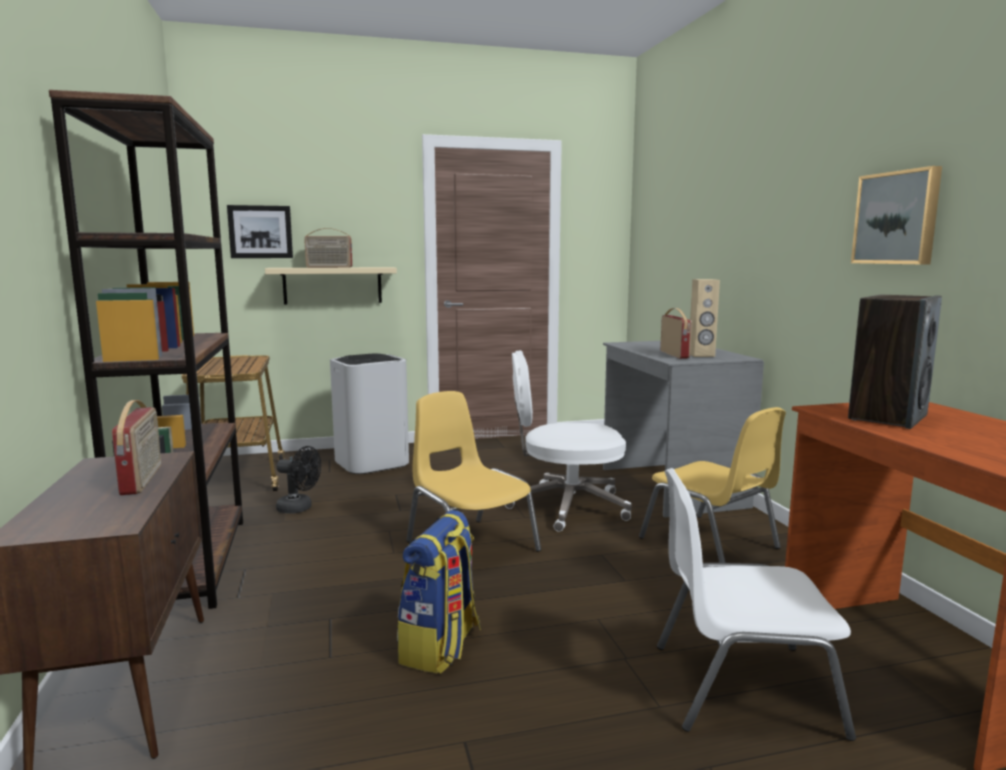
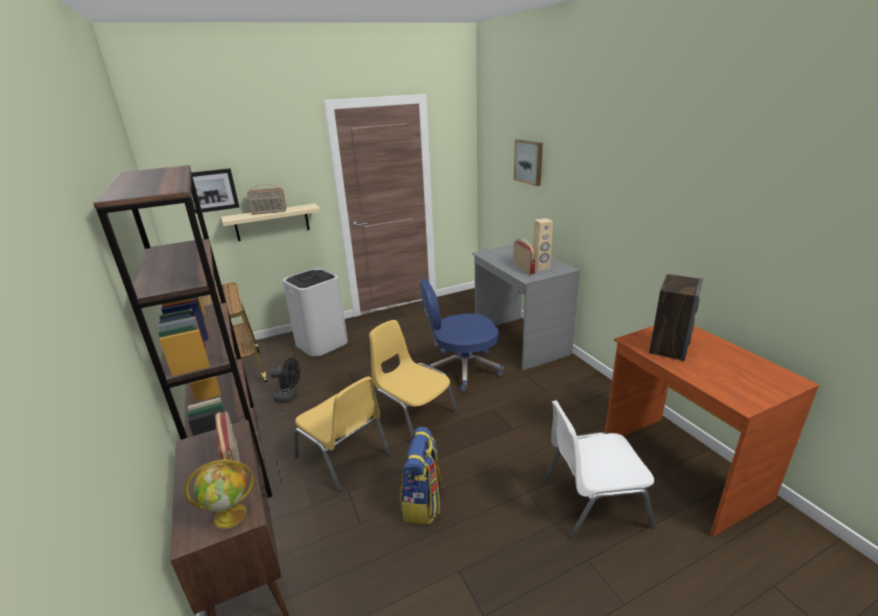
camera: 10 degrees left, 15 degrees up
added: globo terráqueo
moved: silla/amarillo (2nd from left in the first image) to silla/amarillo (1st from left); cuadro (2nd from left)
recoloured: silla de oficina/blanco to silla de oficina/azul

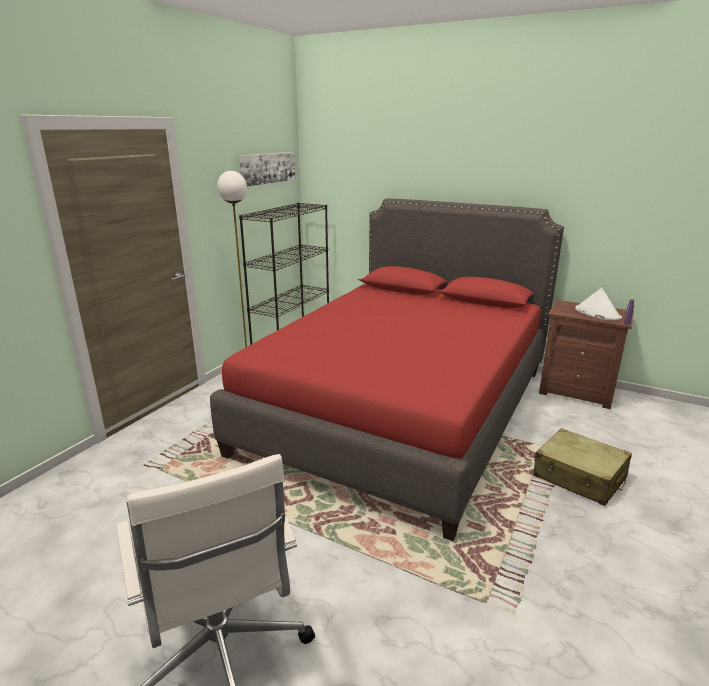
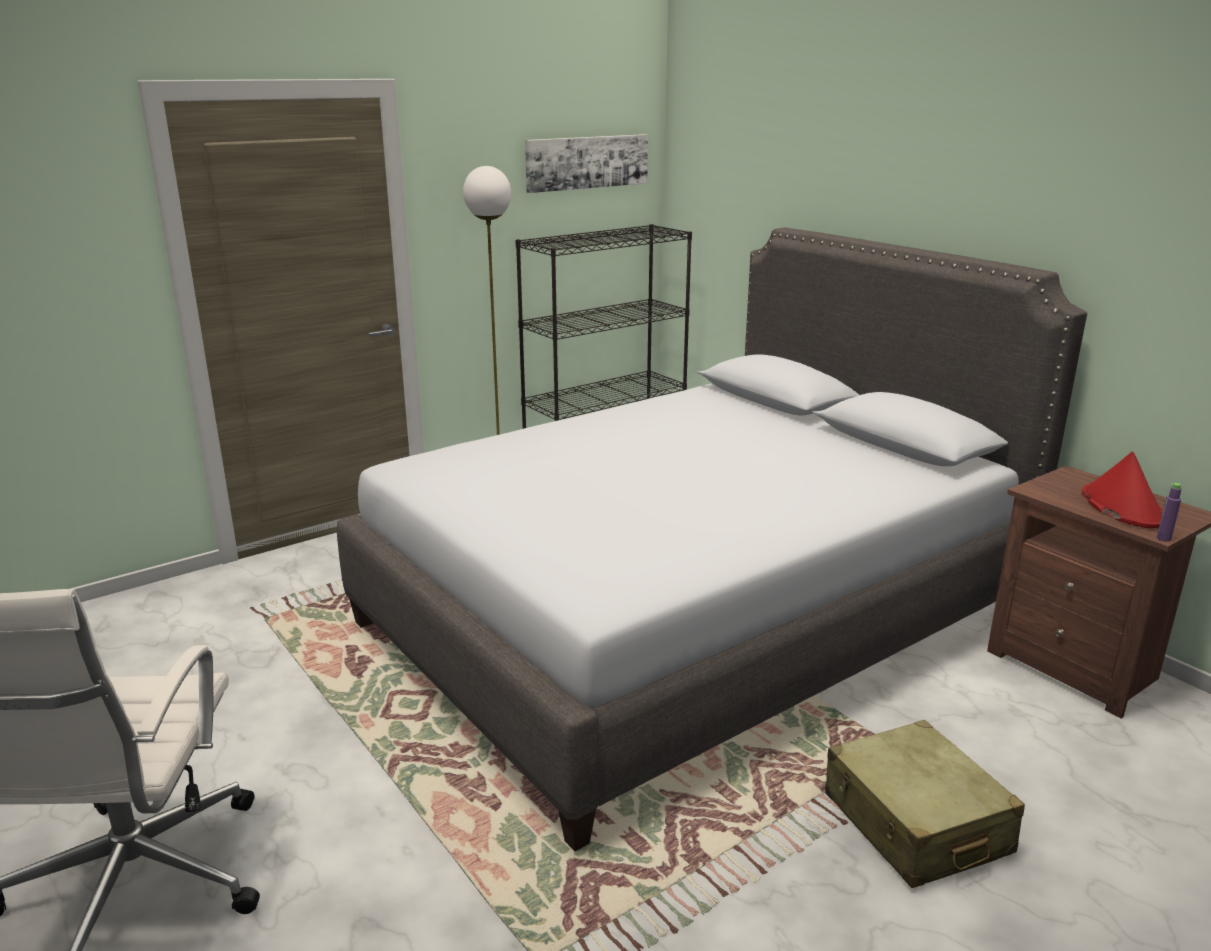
camera: 25 degrees right, 0 degrees up
recoloured: cama/rojo to cama/gris; sombrero/blanco to sombrero/rojo

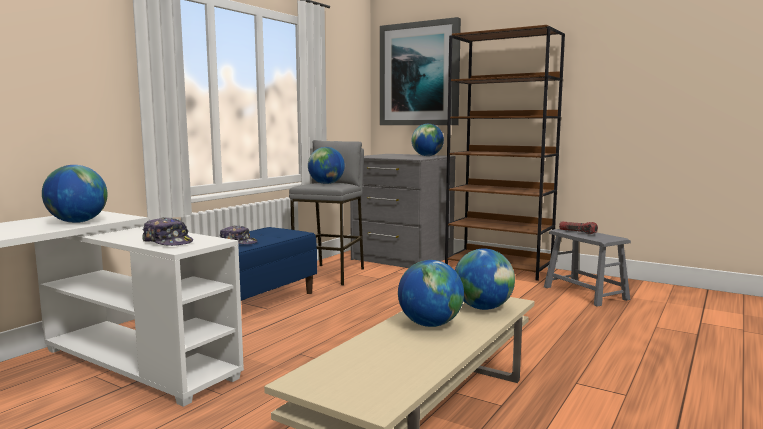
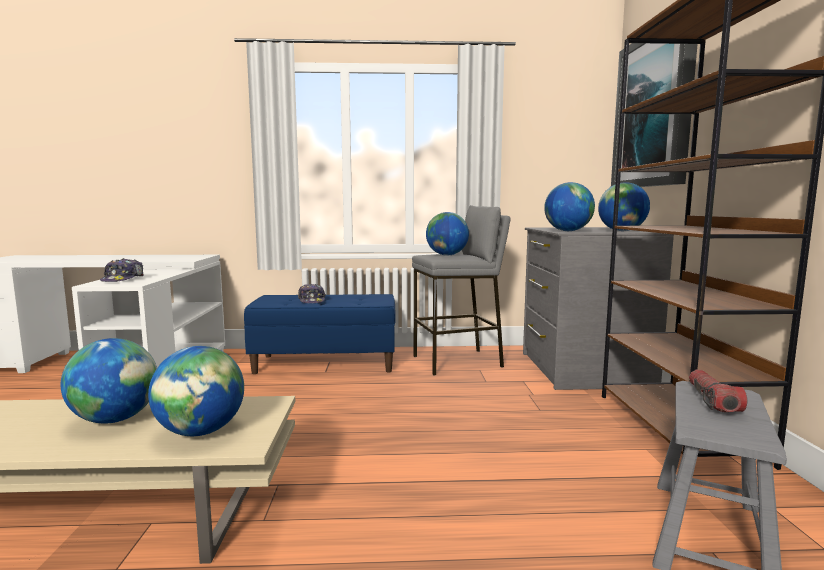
camera: 55 degrees right, 0 degrees up
moved: globo terráqueo (1st from left in the first image) to globo terráqueo (4th from left)

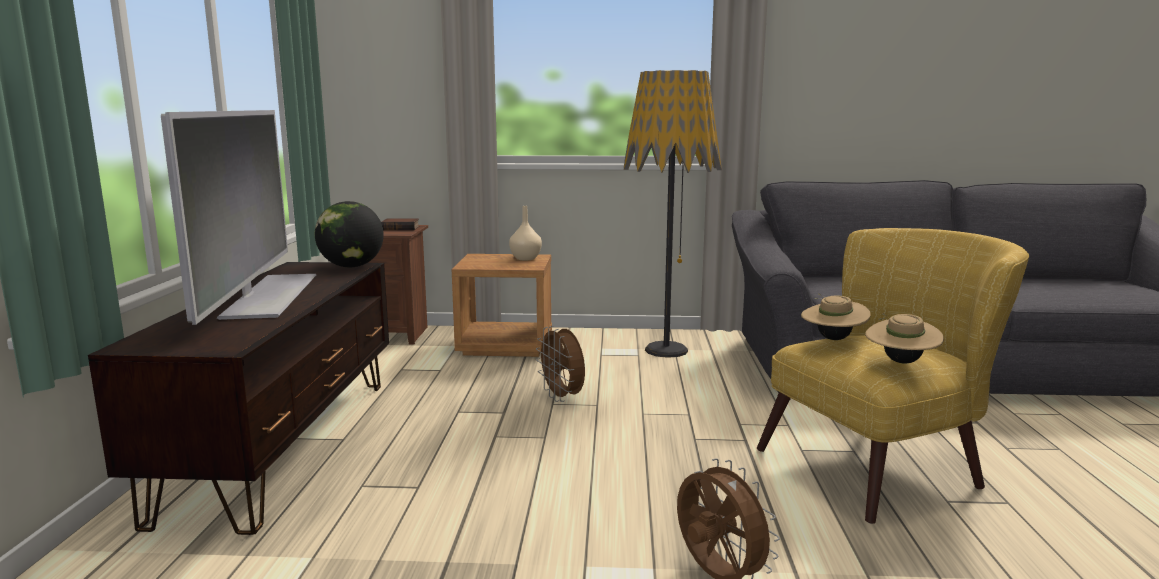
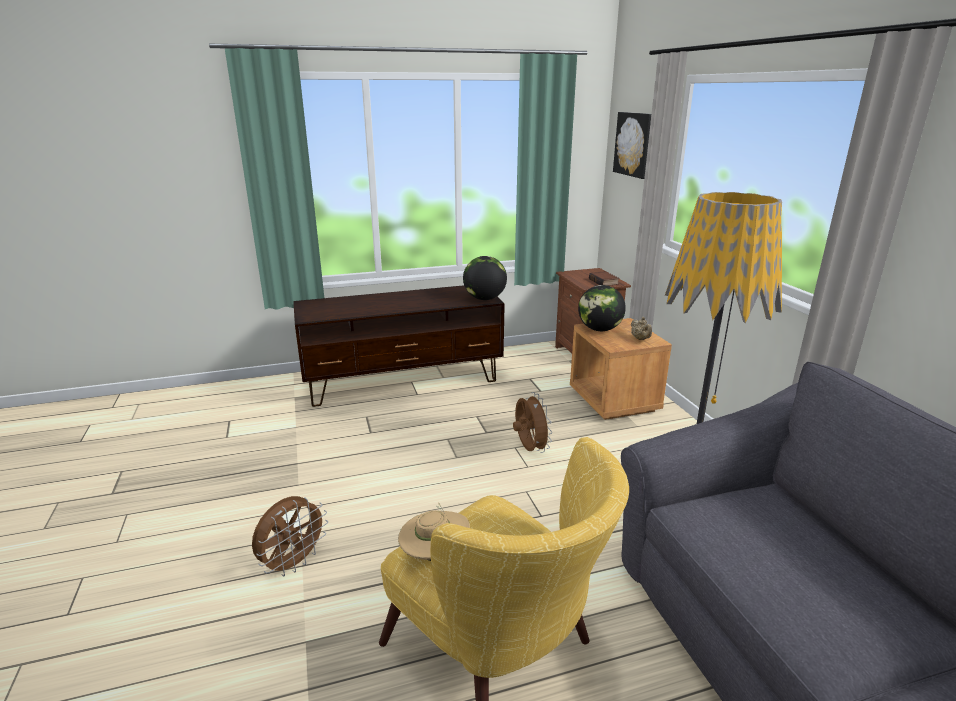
camera: 70 degrees right, 10 degrees up
removed: televisor; sombrero/beis (1st from left)
added: globo terráqueo (2nd from left); cuadro
replaced: florero/beis to tetera/beis
turned: ventilador/marrón (1st from left in the first image) 120 degrees clockwise

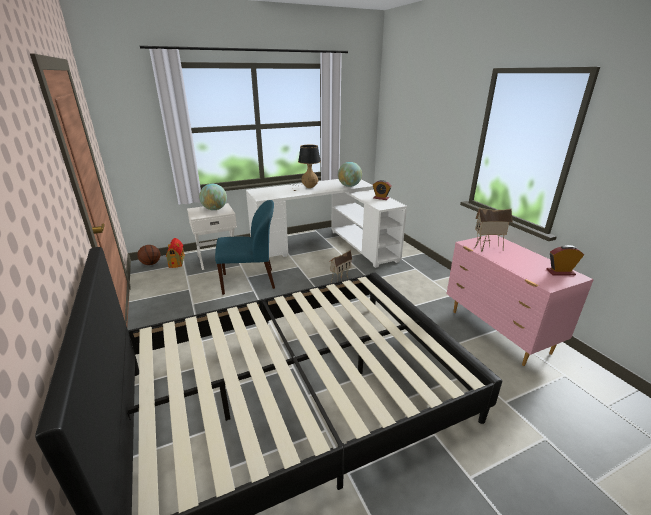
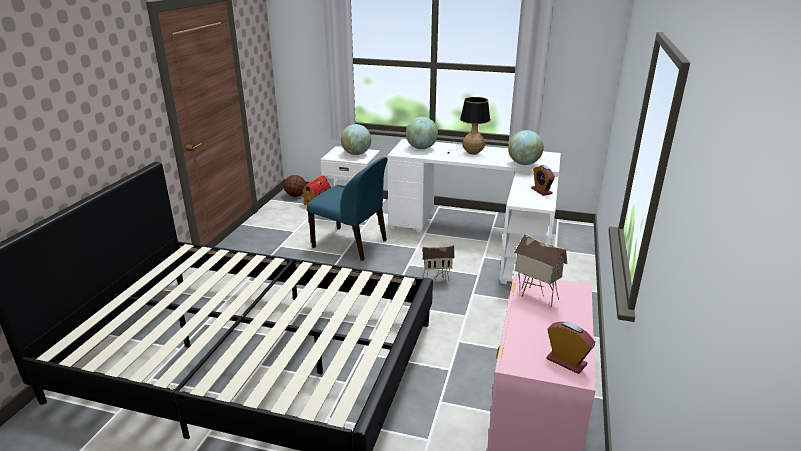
camera: 40 degrees right, 0 degrees up
added: globo terráqueo (2nd from left)

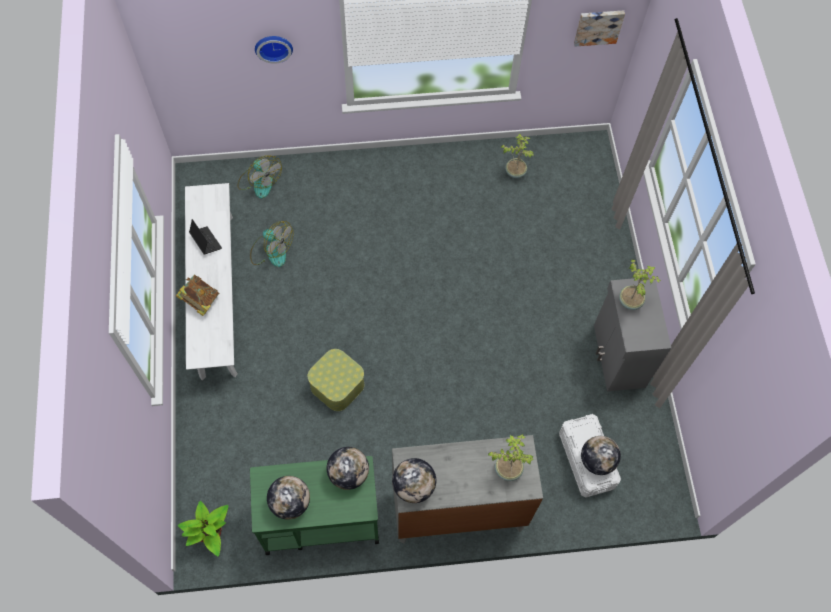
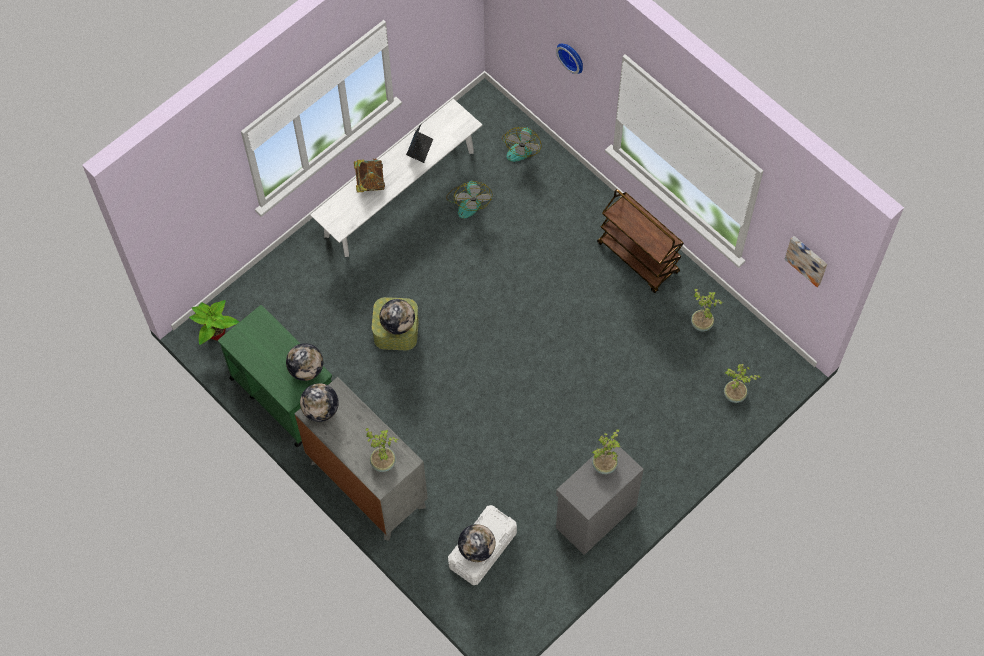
camera: 55 degrees right, 0 degrees up
added: carrito/marrón; planta en maceta (5th from left)
moved: globo terráqueo (1st from left in the first image) to globo terráqueo (3rd from left)

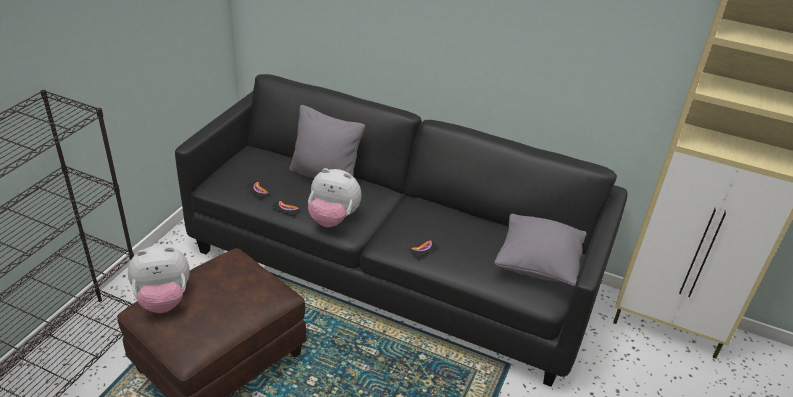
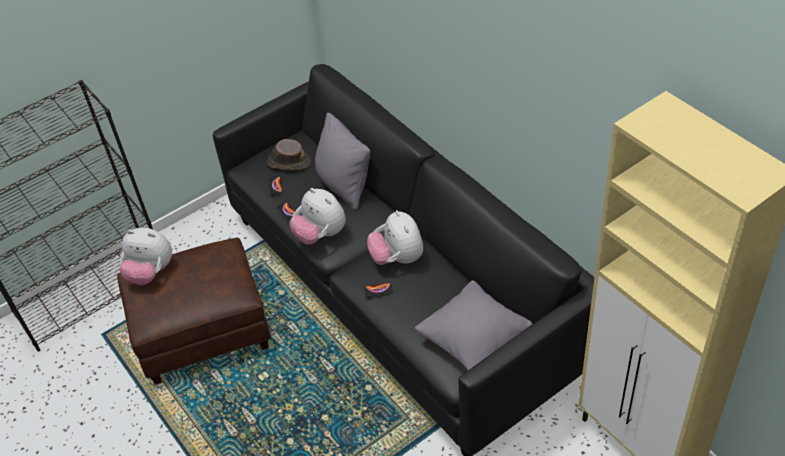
camera: 35 degrees right, 10 degrees up
added: sombrero/marrón; peluche (3rd from left)

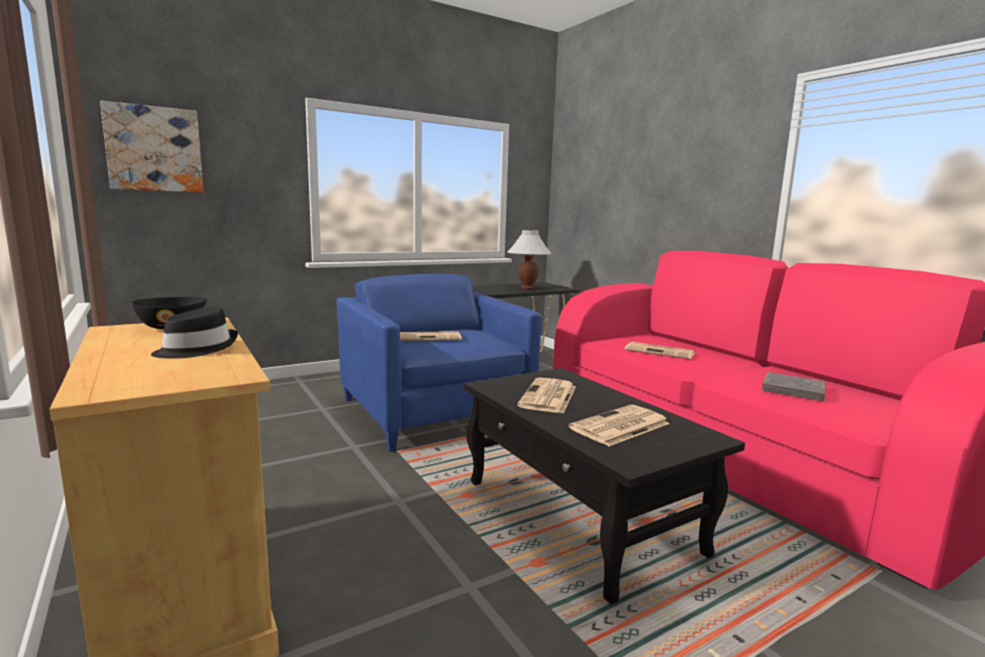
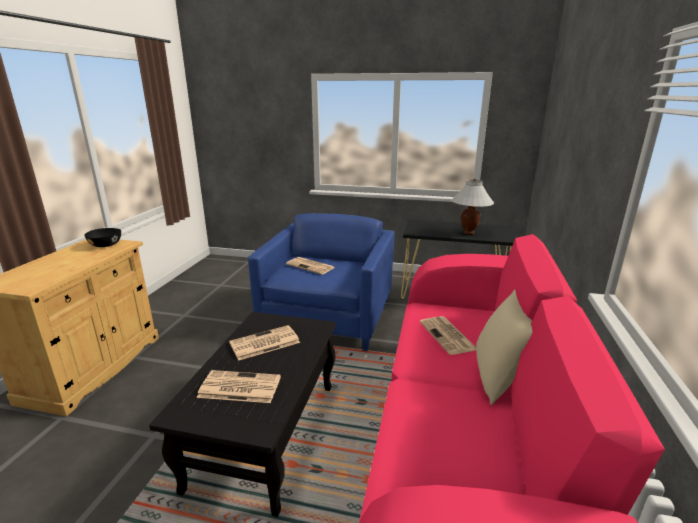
camera: 45 degrees right, 10 degrees up
removed: cuadro; sombrero/negro; libro/gris
added: cojín/beis

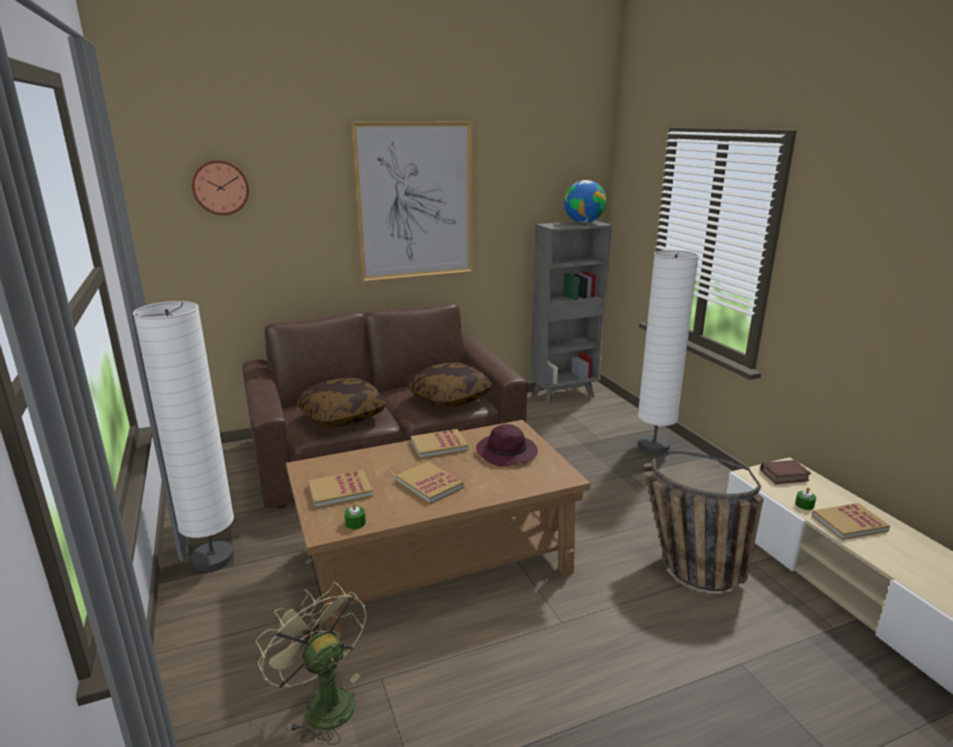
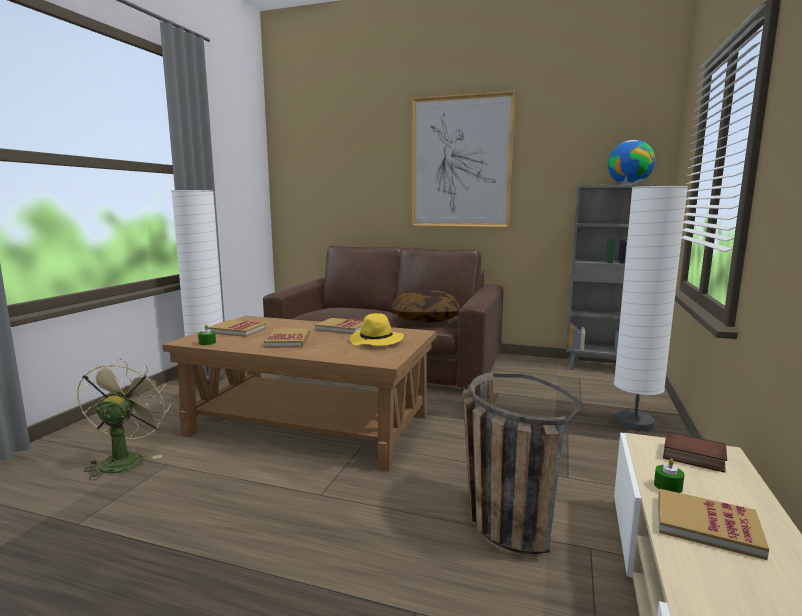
camera: 40 degrees right, 10 degrees down
removed: reloj de pared; cojín (1st from left)
recoloured: sombrero/morado to sombrero/amarillo

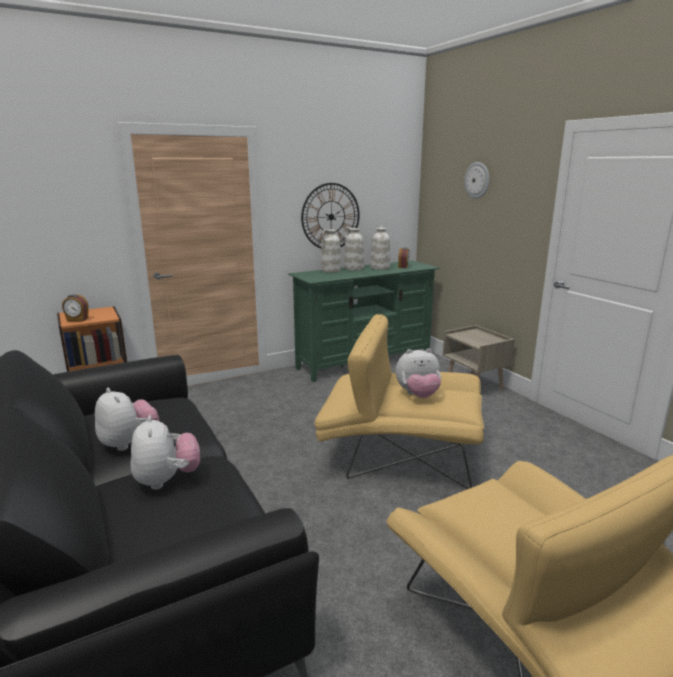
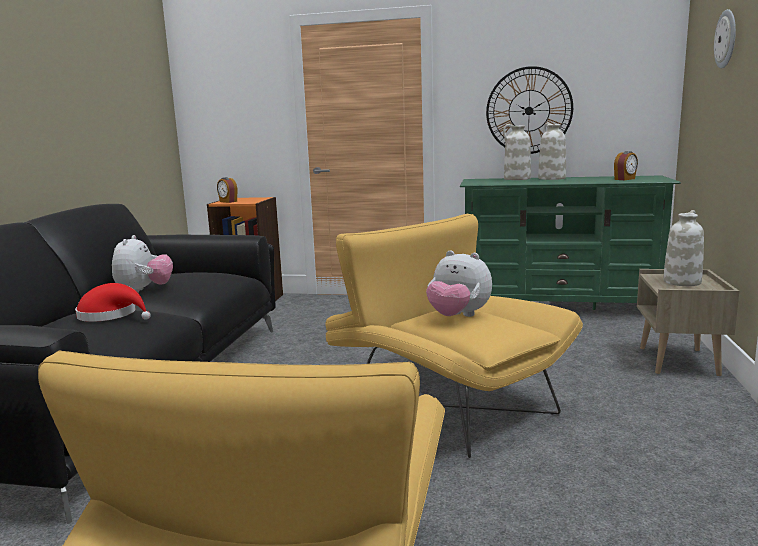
camera: 40 degrees right, 5 degrees down
moved: florero/blanco (3rd from left)
replaced: peluche (2nd from left) to sombrero/rojo

